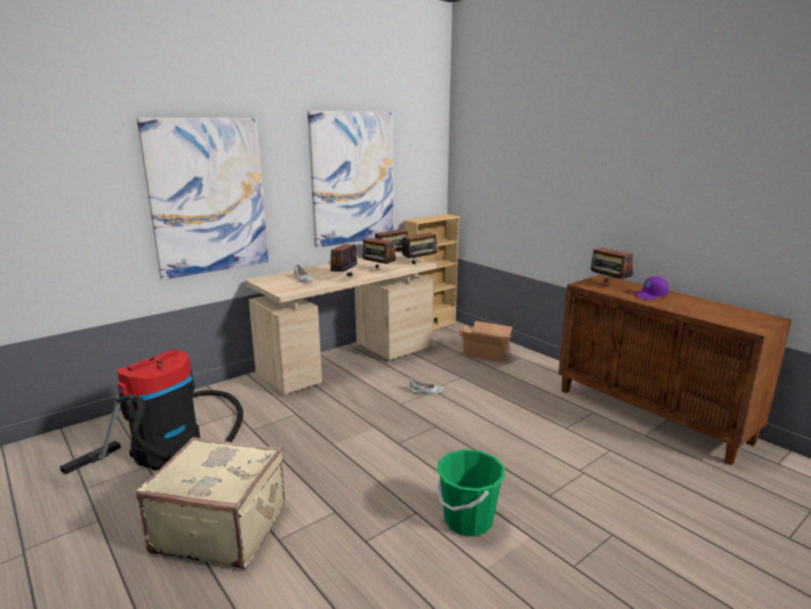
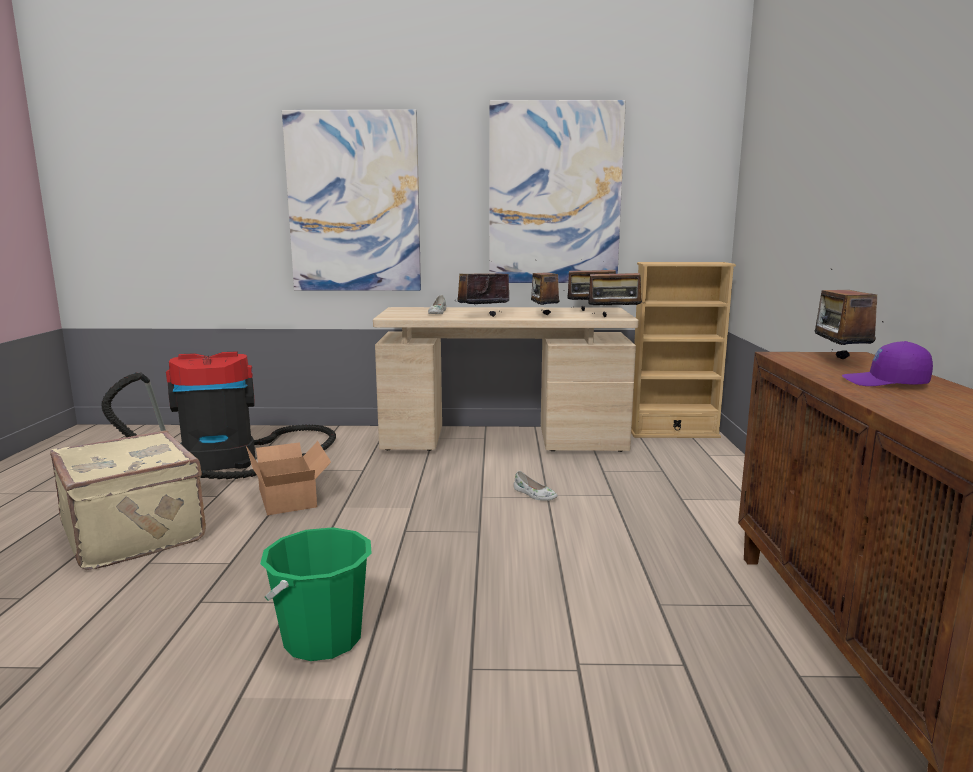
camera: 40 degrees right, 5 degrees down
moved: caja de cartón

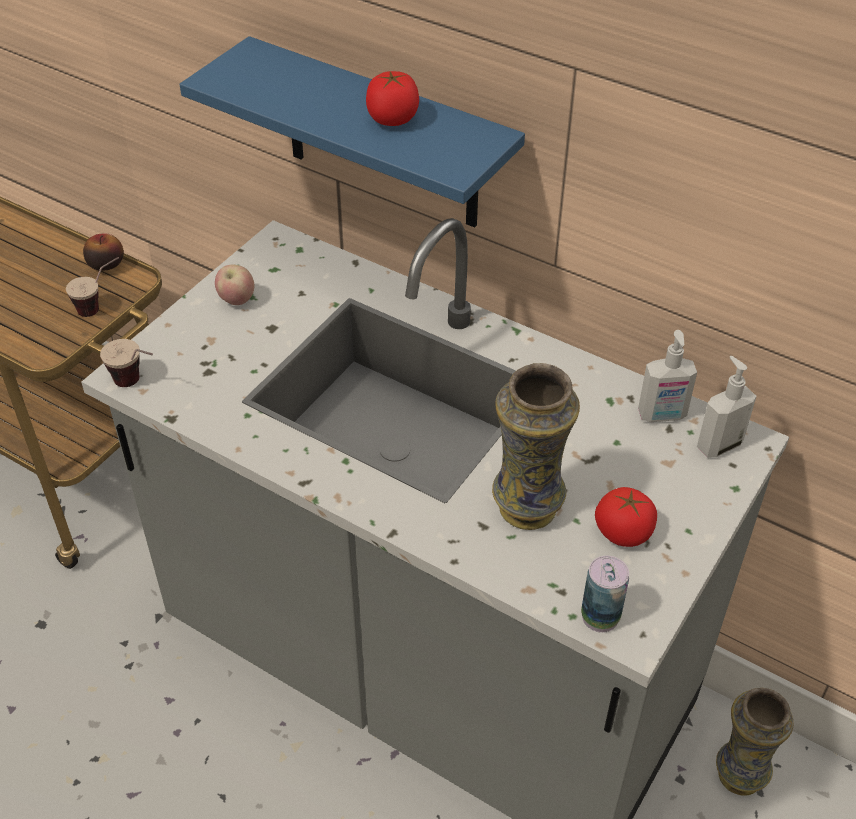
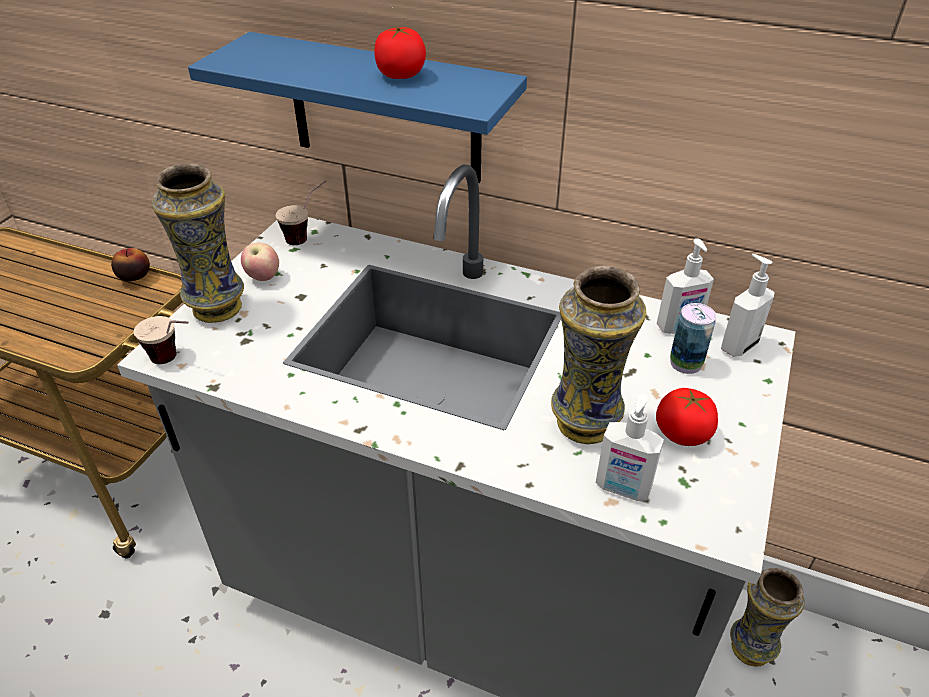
camera: 10 degrees left, 5 degrees down
added: florero (1st from left); dispensador de jabón (1st from left)
moved: taza (1st from left in the first image) to taza (2nd from left); lata

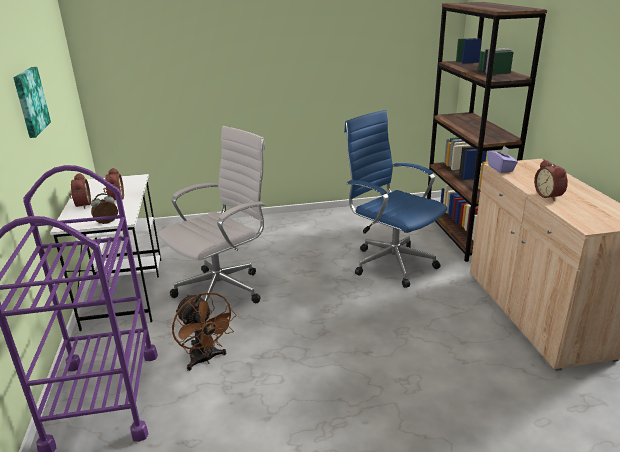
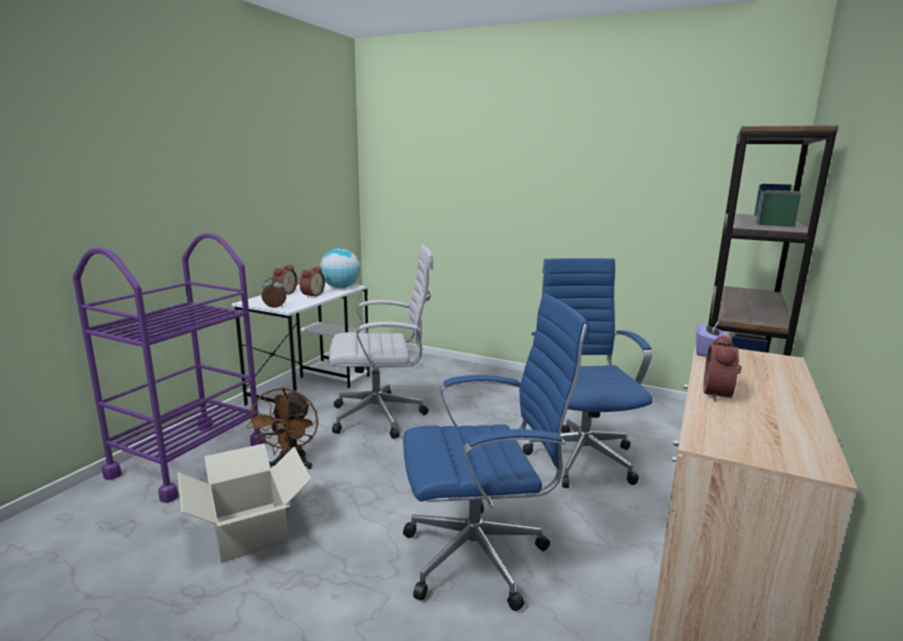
camera: 35 degrees right, 10 degrees down
removed: cuadro
added: caja de cartón; globo terráqueo; silla de oficina/azul (1st from left)

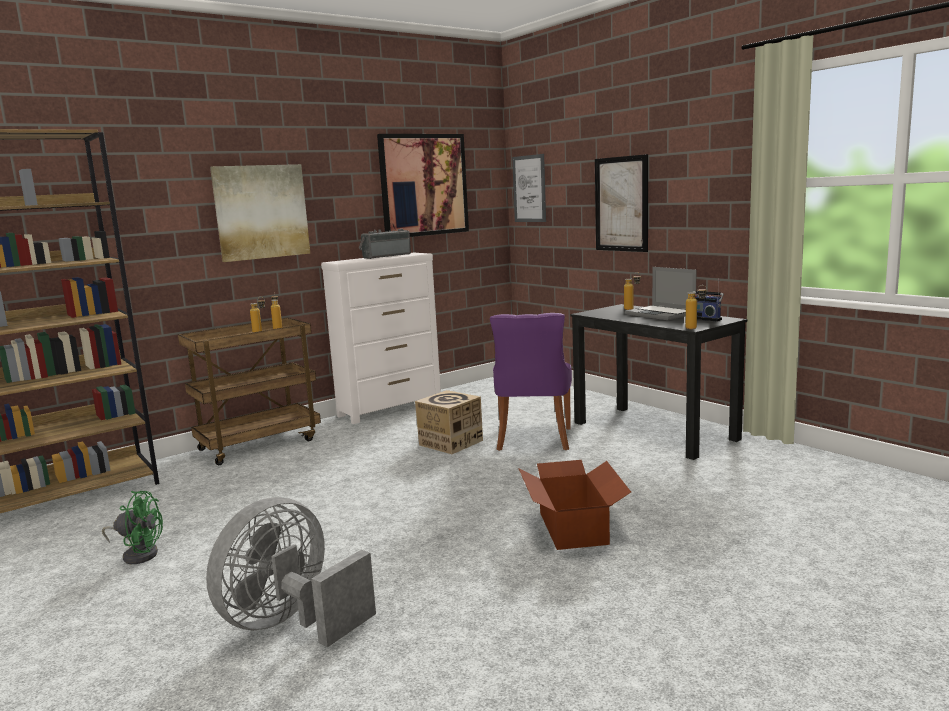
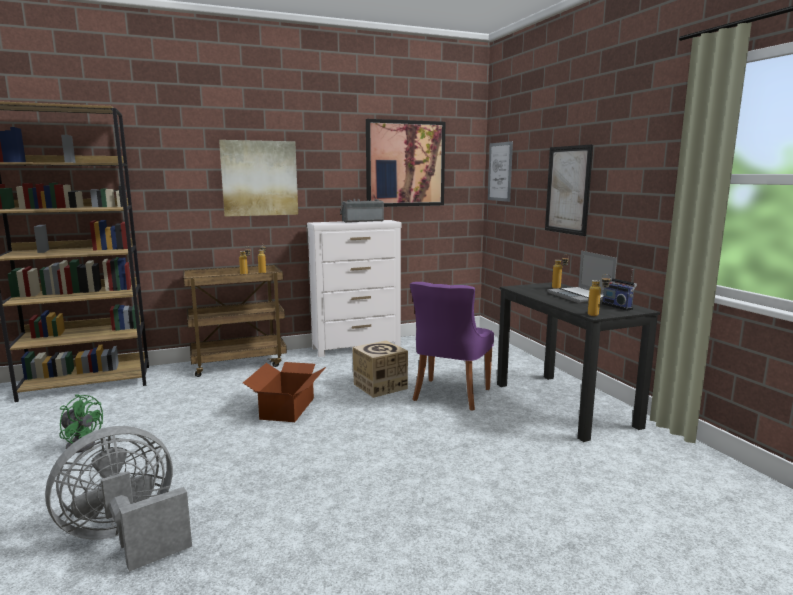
camera: 15 degrees right, 0 degrees up
moved: caja de cartón (2nd from left in the first image) to caja de cartón (1st from left)

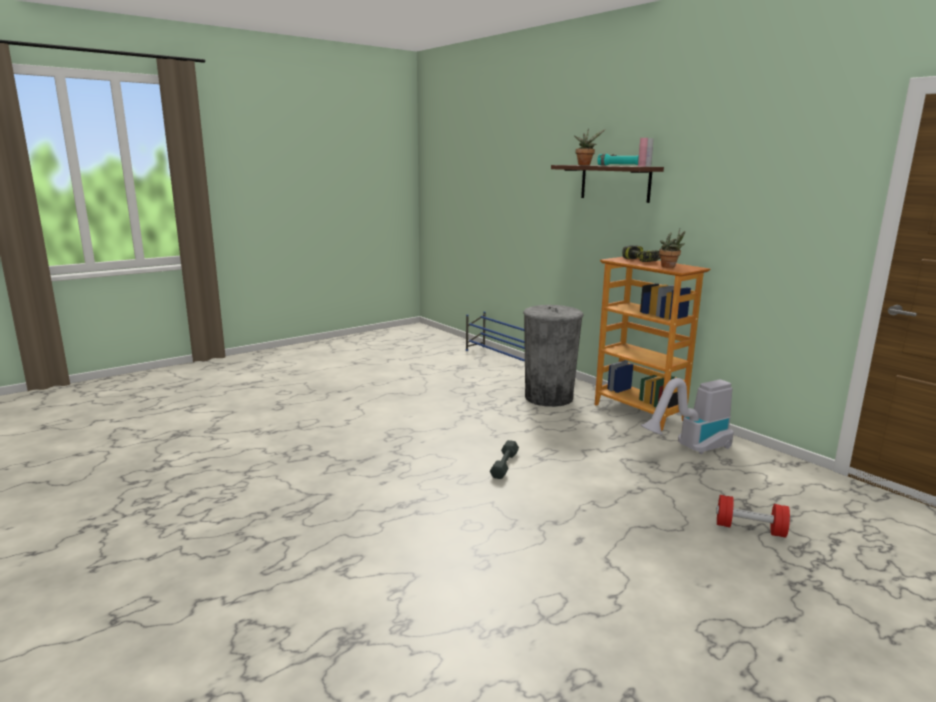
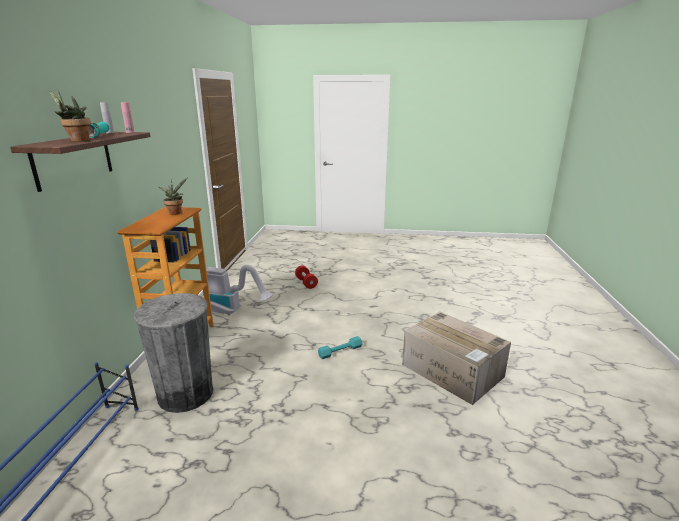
camera: 135 degrees left, 5 degrees up
removed: taladro
added: caja de cartón
recoloured: mancuerna/gris to mancuerna/turquesa

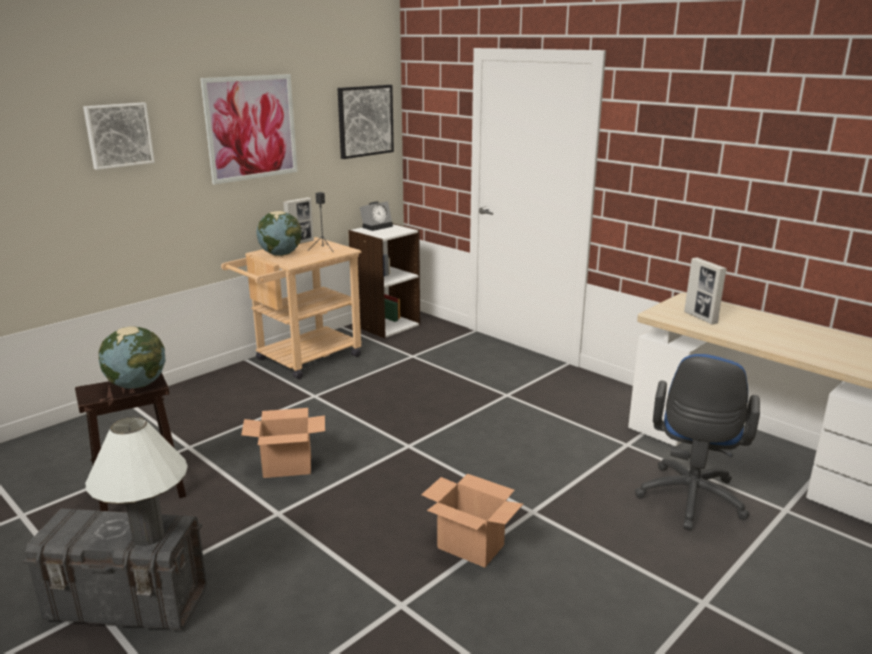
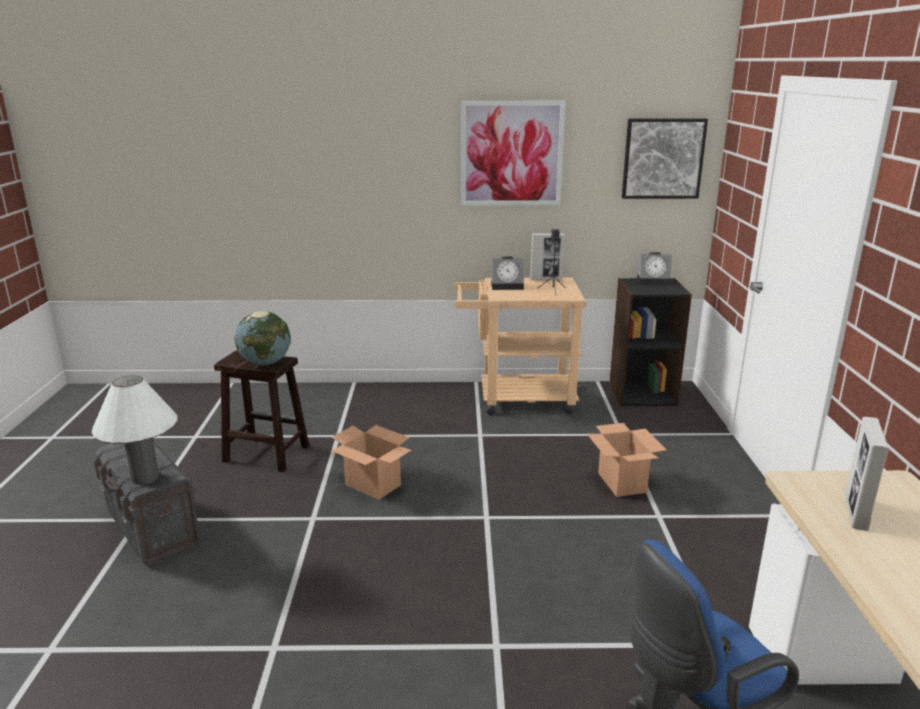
camera: 45 degrees right, 0 degrees up
removed: cuadro (1st from left)
moved: caja de cartón (2nd from left)
replaced: globo terráqueo (2nd from left) to despertador (1st from left)
recoloured: estantería/blanco to estantería/negro

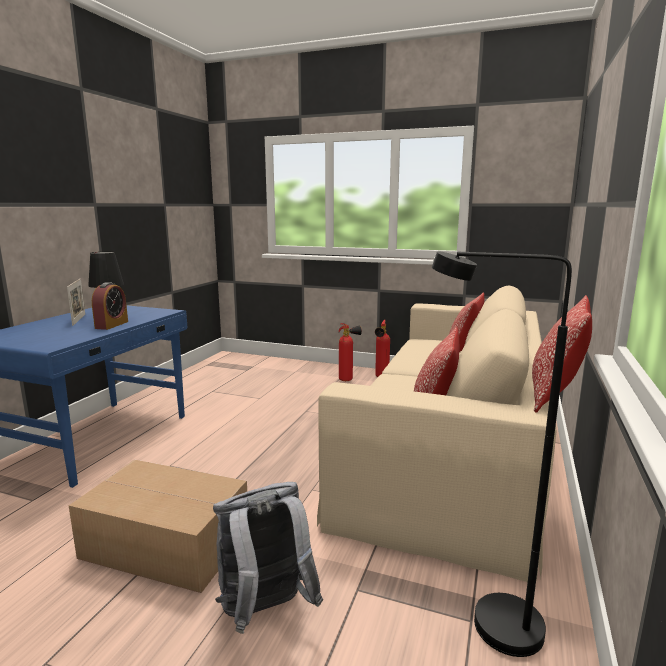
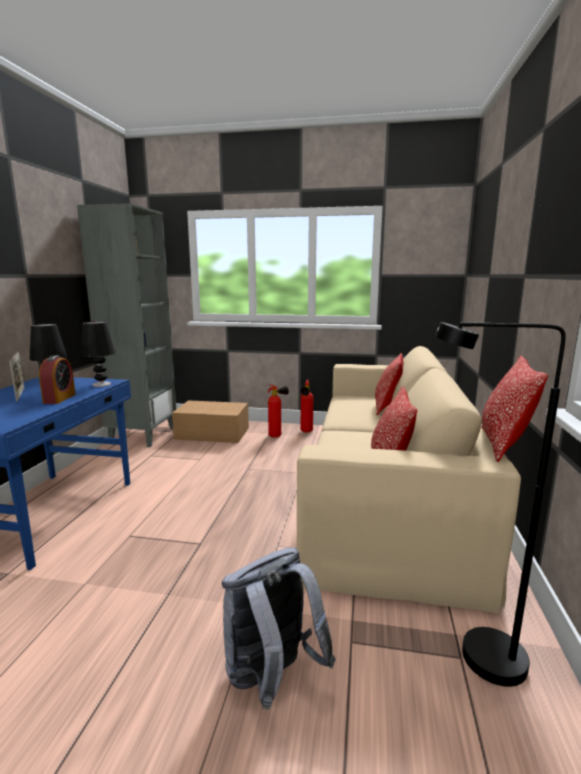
camera: 10 degrees left, 0 degrees up
added: estantería/gris; lámpara de mesa/negro (2nd from left)
moved: caja de cartón

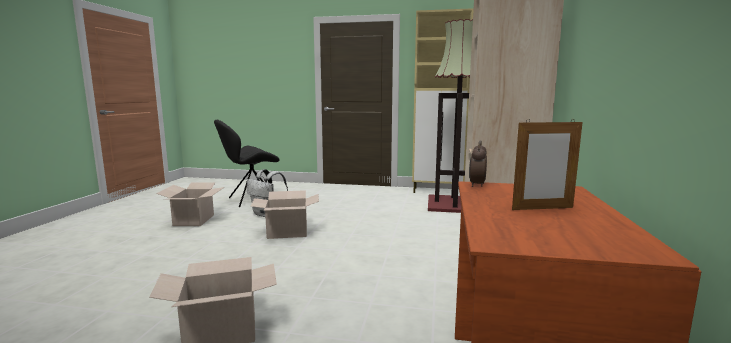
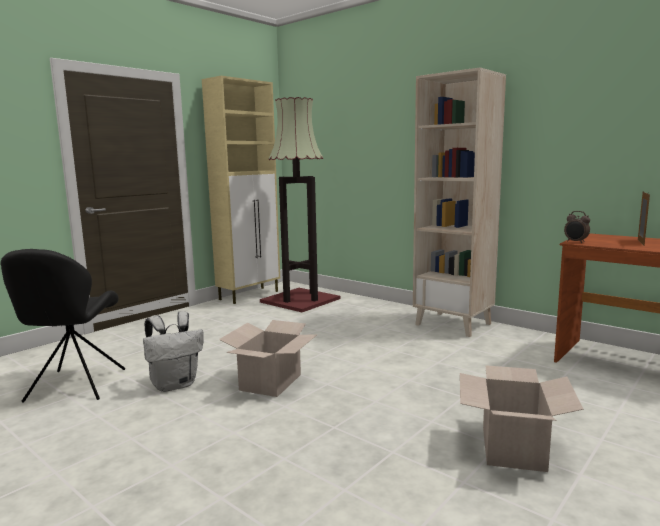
camera: 60 degrees left, 0 degrees up
removed: caja de cartón (1st from left)

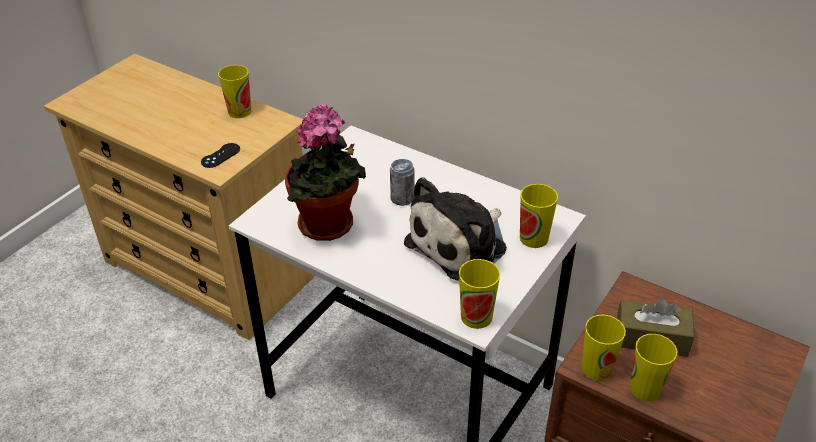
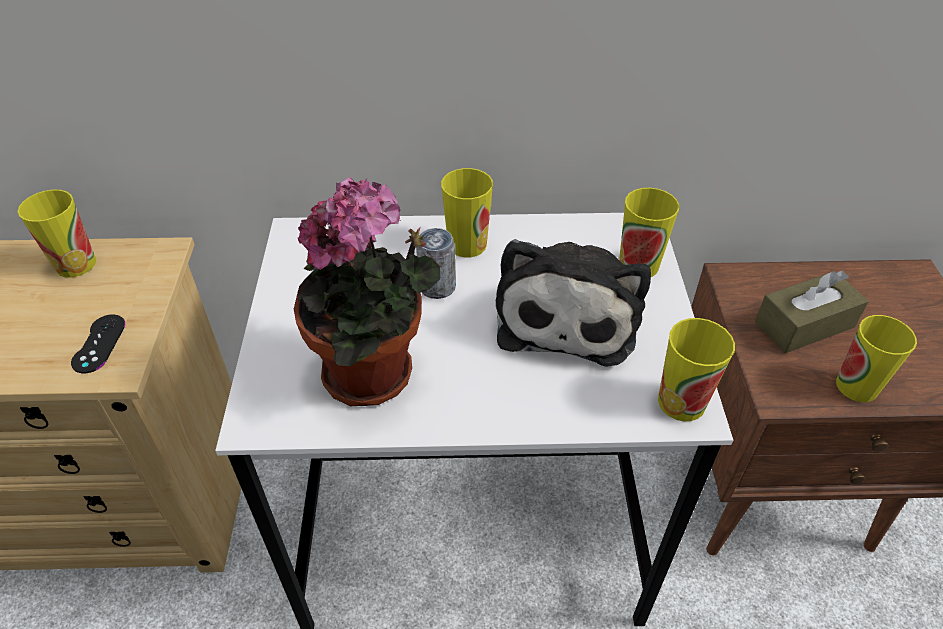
camera: 35 degrees left, 5 degrees up
moved: taza (4th from left in the first image) to taza (2nd from left)

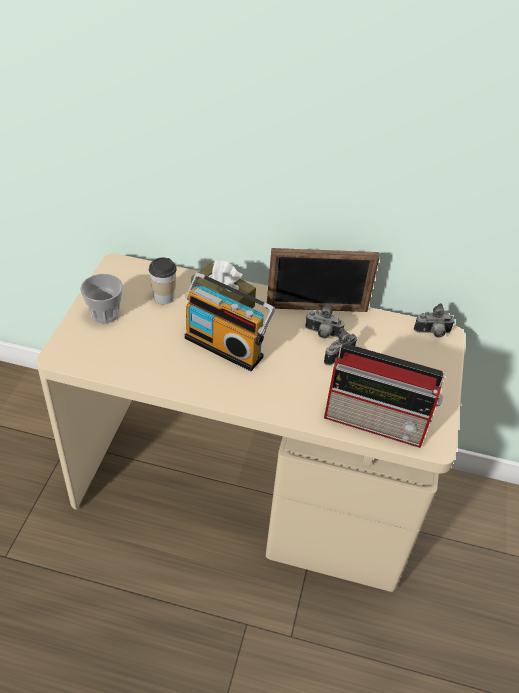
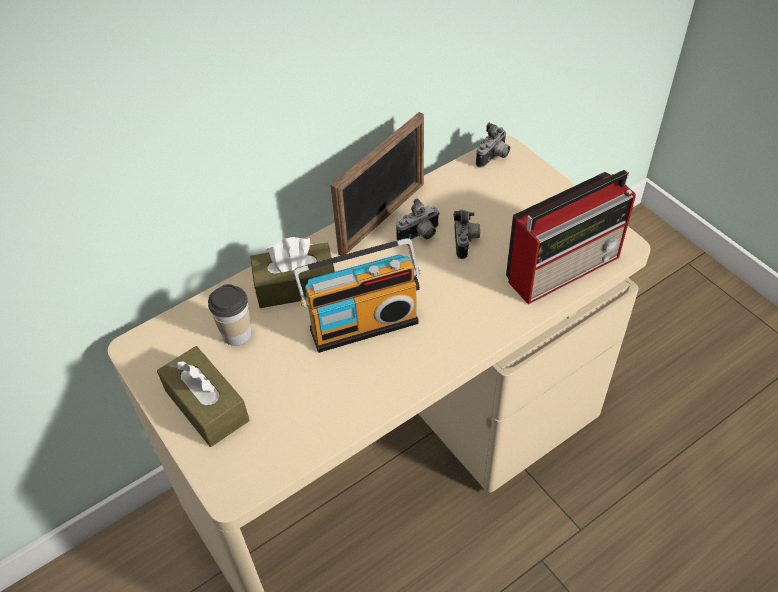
camera: 45 degrees left, 5 degrees up
replaced: taza (1st from left) to caja de pañuelos/marrón (1st from left)

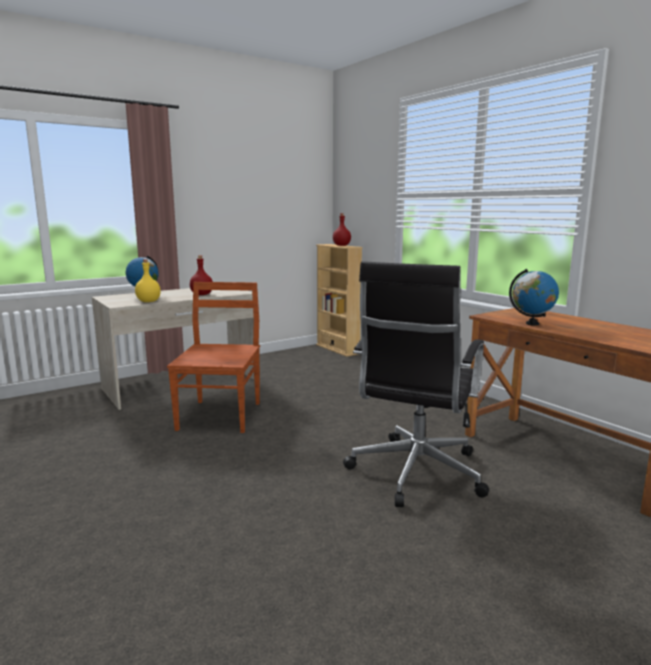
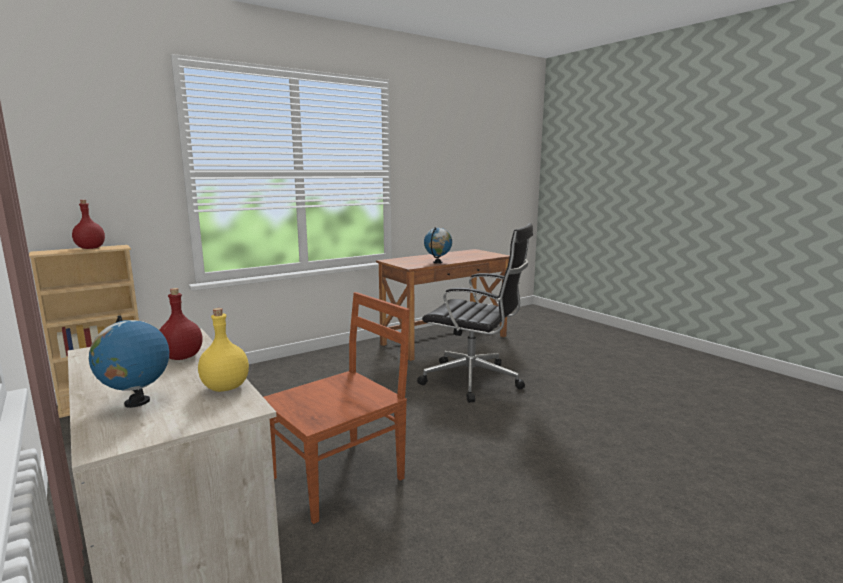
camera: 90 degrees left, 0 degrees up
turned: silla/marrón 135 degrees clockwise

